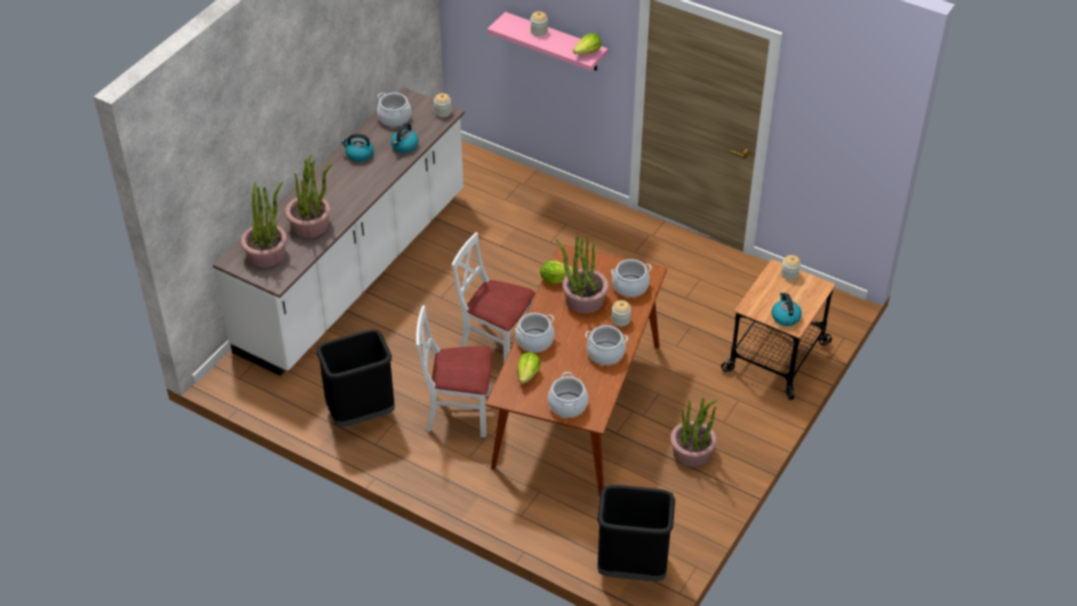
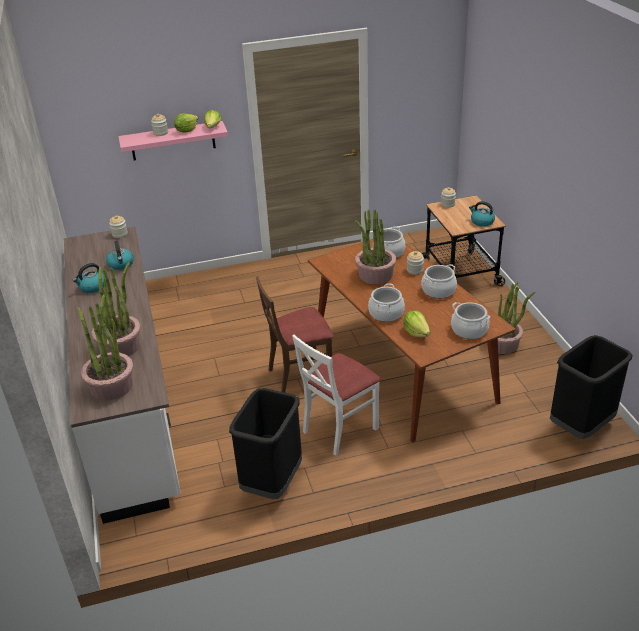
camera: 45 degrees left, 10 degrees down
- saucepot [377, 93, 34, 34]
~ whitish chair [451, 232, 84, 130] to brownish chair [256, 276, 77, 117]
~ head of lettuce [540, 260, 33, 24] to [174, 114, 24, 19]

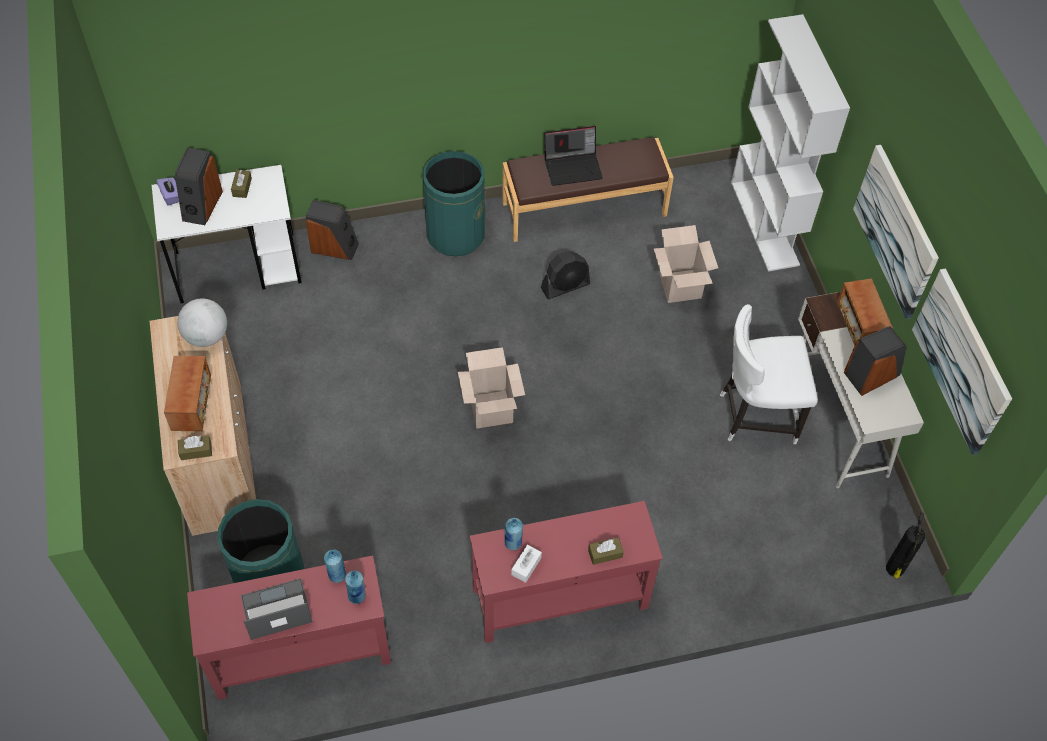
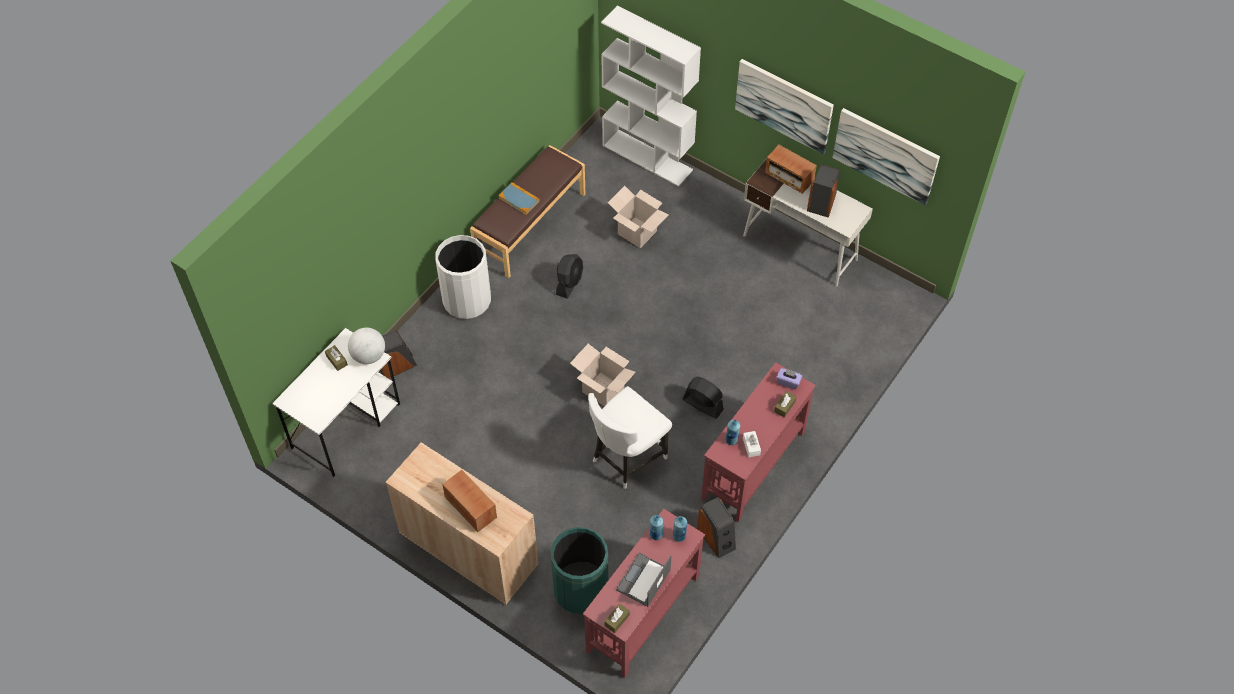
camera: 40 degrees left, 0 degrees up
~ notebook computer [544, 126, 59, 60] to volume [498, 182, 42, 33]
~ audio speaker [175, 148, 48, 77] to [697, 497, 39, 61]
~ greenish trash can [423, 151, 62, 106] to whitish trash can [435, 235, 56, 84]
~ purplish box of tissues [156, 177, 23, 29] to [776, 368, 26, 21]
~ world globe [177, 298, 50, 49] to [348, 328, 37, 36]
~ whitish chair [720, 304, 98, 140] to [588, 386, 84, 103]
~ brownish box of tissues [178, 436, 34, 24] to [604, 603, 26, 30]
- fire-fighting cylinder [886, 512, 39, 67]
+ blackish fan [683, 376, 41, 43]

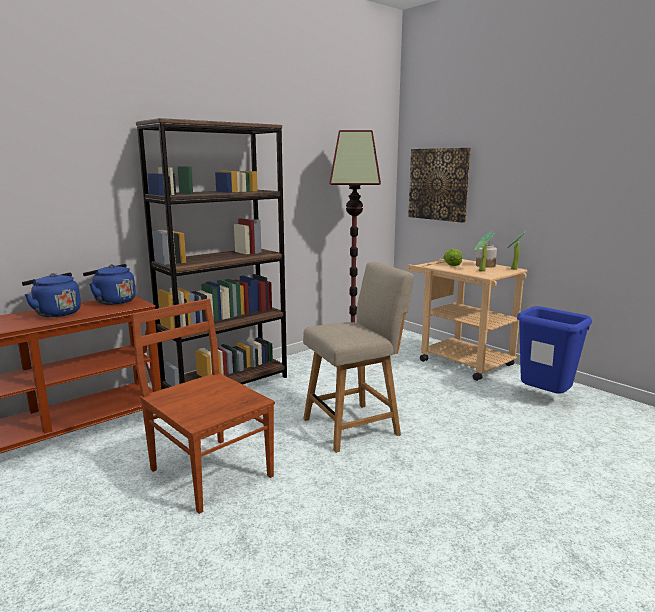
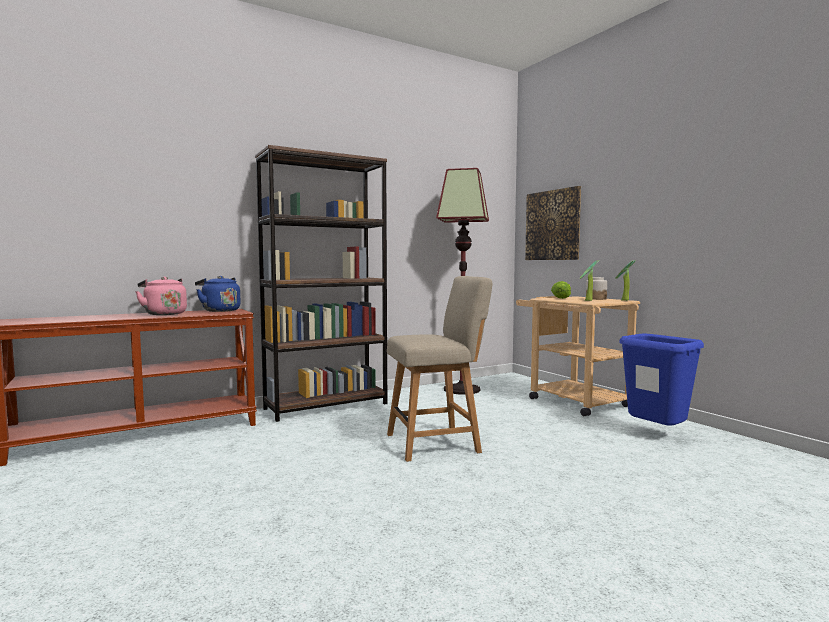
camera: 10 degrees right, 10 degrees down
~ bluish kettle [22, 272, 59, 45] to pink-coloured kettle [135, 277, 52, 38]
- brownish chair [131, 299, 144, 215]

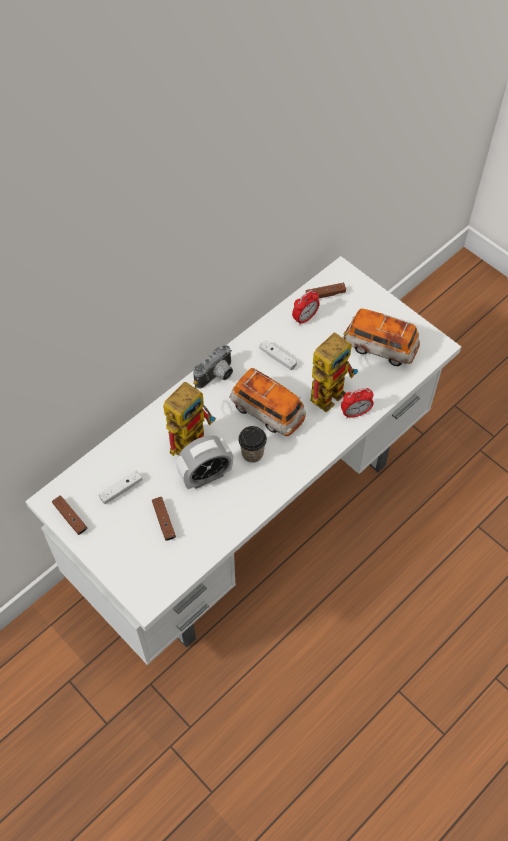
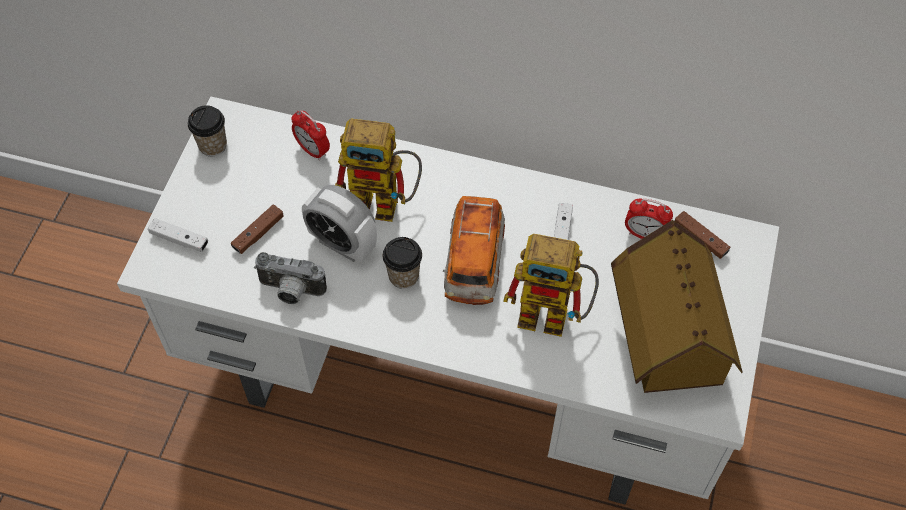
camera: 60 degrees right, 0 degrees up
~ miniature car [344, 309, 76, 57] to miniature house [611, 220, 132, 173]
~ photo camera [193, 345, 40, 44] to [254, 252, 73, 52]
~ alarm clock [341, 388, 33, 30] to [291, 110, 39, 51]
~ whitish joypad [99, 471, 43, 33] to [148, 218, 60, 34]
~ brownish joypad [52, 495, 35, 40] to drinking cup [188, 105, 39, 51]

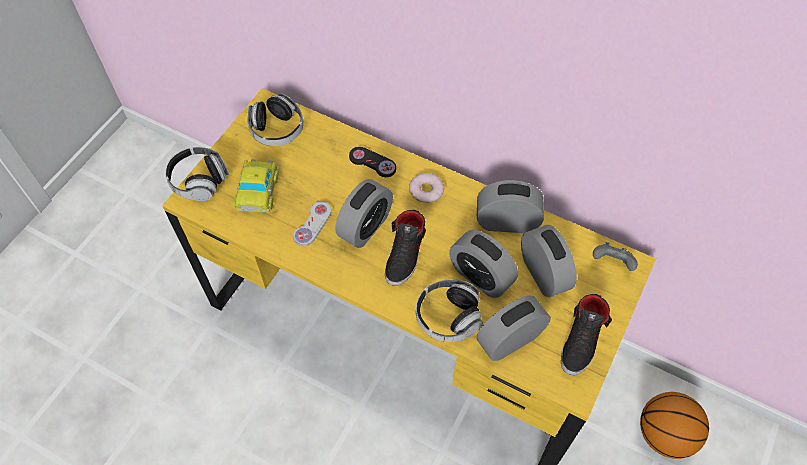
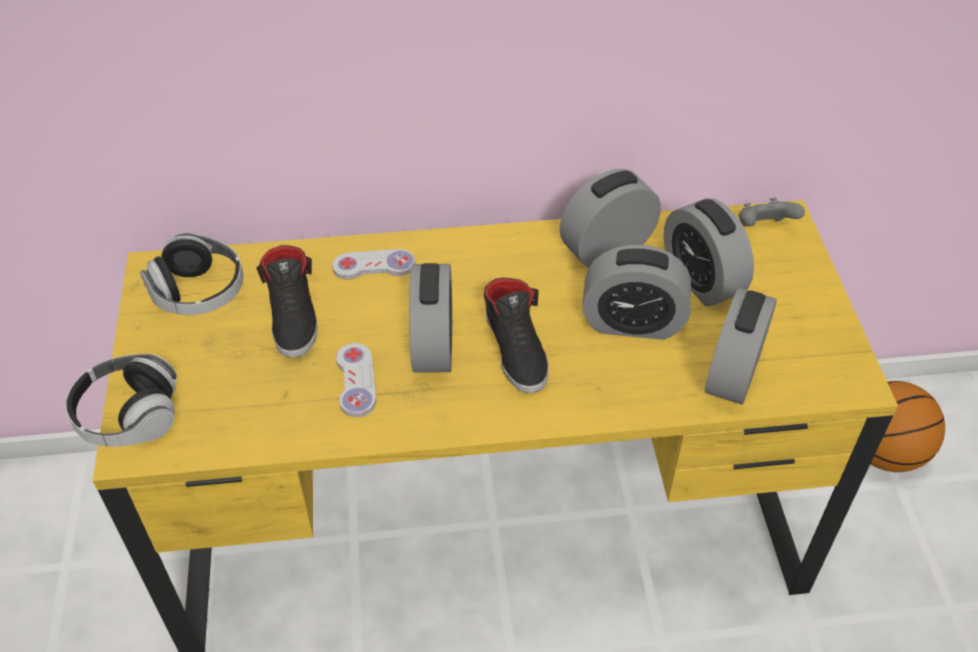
camera: 35 degrees left, 10 degrees down
~ blackish joypad [349, 147, 47, 30] to whitish joypad [332, 249, 83, 31]
- miniature car [234, 159, 45, 54]
- donut [409, 173, 36, 30]
~ alarm clock [521, 225, 56, 72] = [664, 198, 90, 108] 150 degrees counterclockwise
- pair of headphones [416, 280, 67, 62]
~ blackish low shoe [561, 294, 51, 81] to [257, 245, 61, 112]

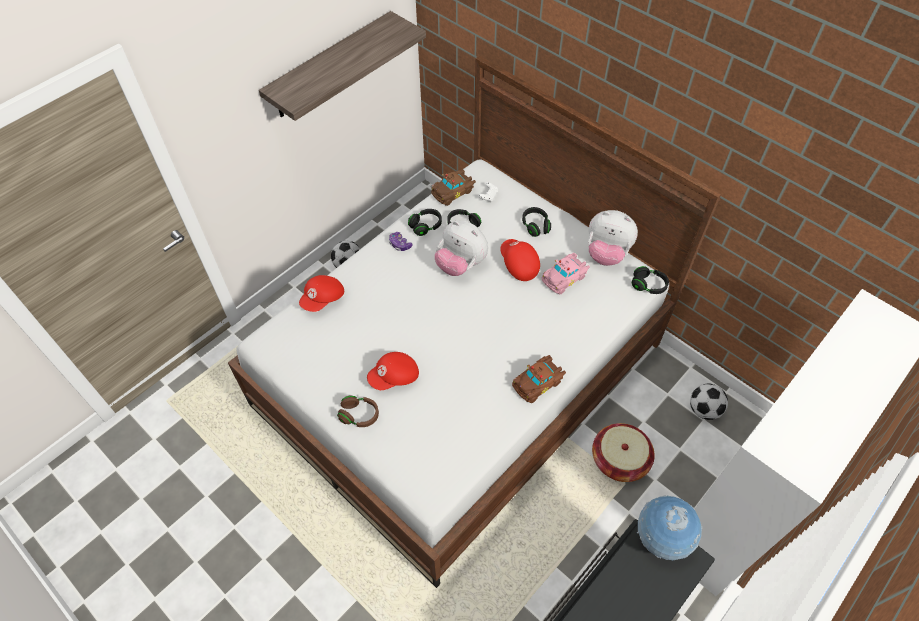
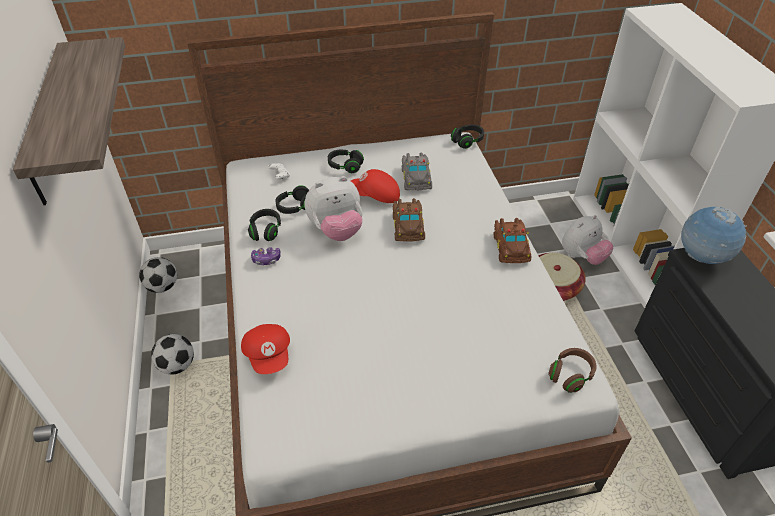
camera: 55 degrees left, 10 degrees down
~ brownish miniature car [431, 169, 45, 37] to [393, 198, 32, 44]
~ soft toy [588, 210, 50, 56] to [562, 215, 51, 50]
~ pink-coloured miniature car [542, 253, 48, 41] to grey miniature car [402, 152, 30, 39]
- reddish cap [367, 352, 52, 38]
~ football ball [690, 383, 38, 37] to [139, 257, 38, 36]
~ brownish pair of headphones [337, 396, 42, 31] to [548, 348, 48, 45]

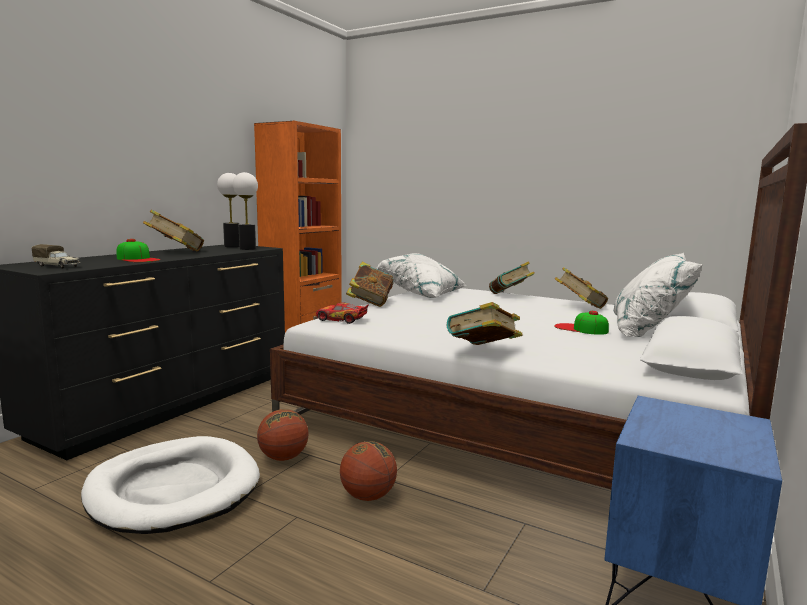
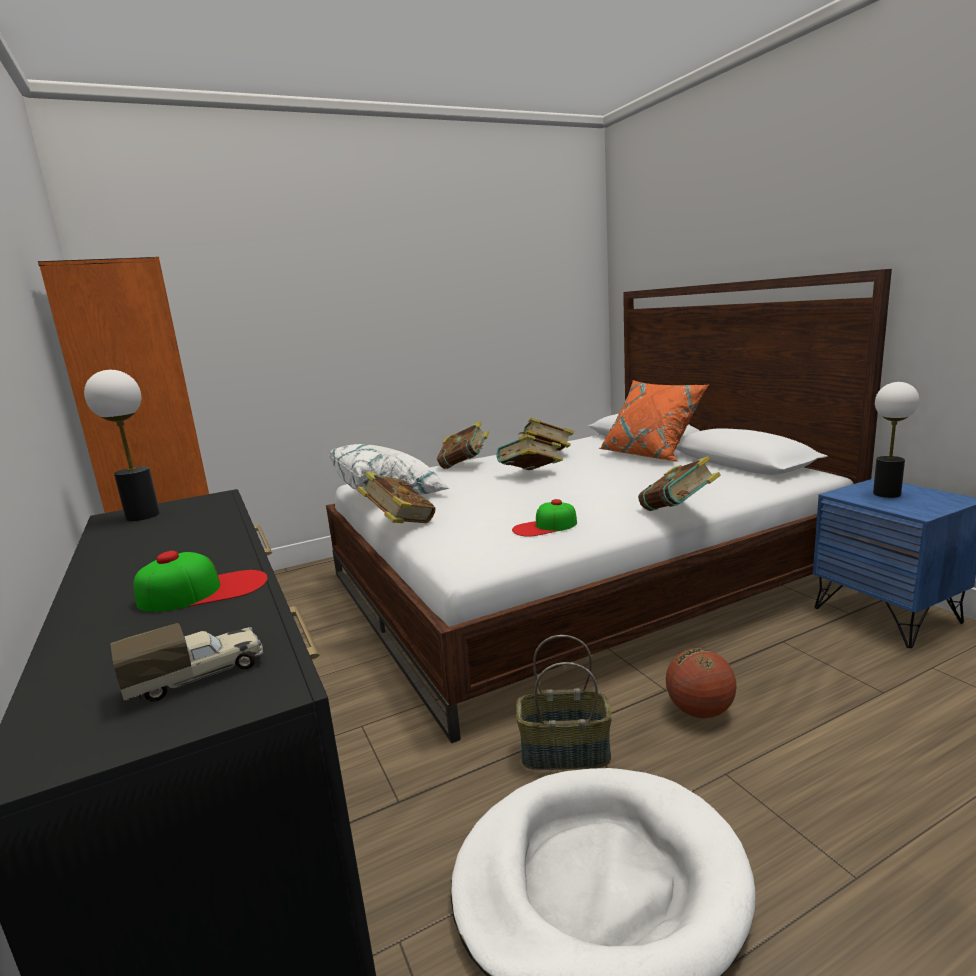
camera: 55 degrees left, 5 degrees up
~ tabletop lamp [233, 172, 25, 78] to [873, 382, 46, 116]
~ volume [143, 209, 61, 42] to [496, 434, 67, 36]
~ whitish pillow [613, 253, 90, 84] to orangey pillow [599, 380, 110, 82]
- miniature car [316, 303, 53, 21]
~ cap [554, 311, 55, 24] to [512, 499, 65, 38]
~ basketball [257, 409, 52, 52] to basket [516, 635, 96, 135]

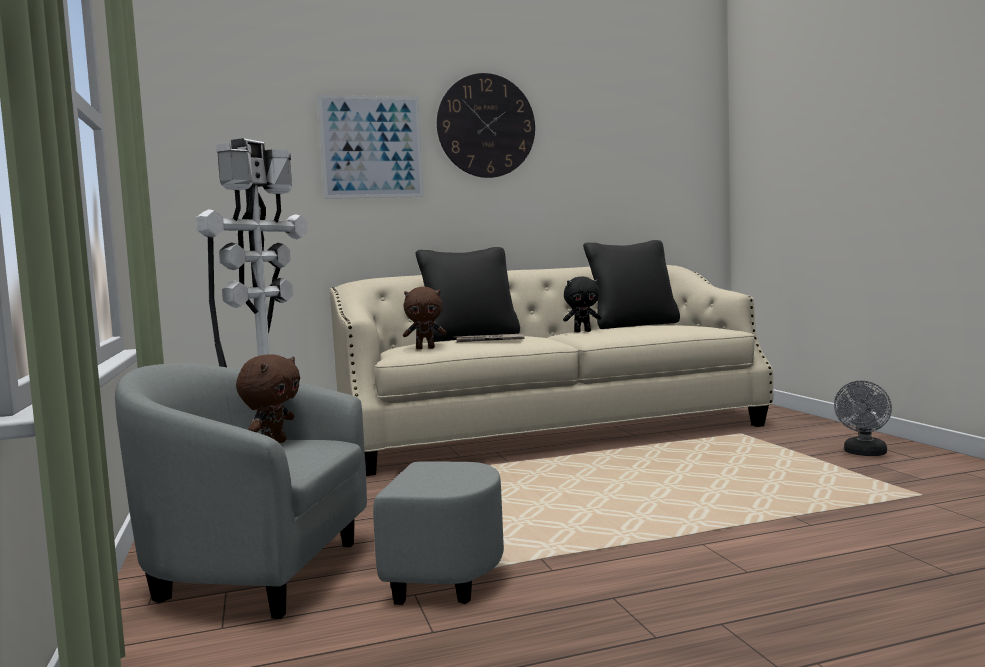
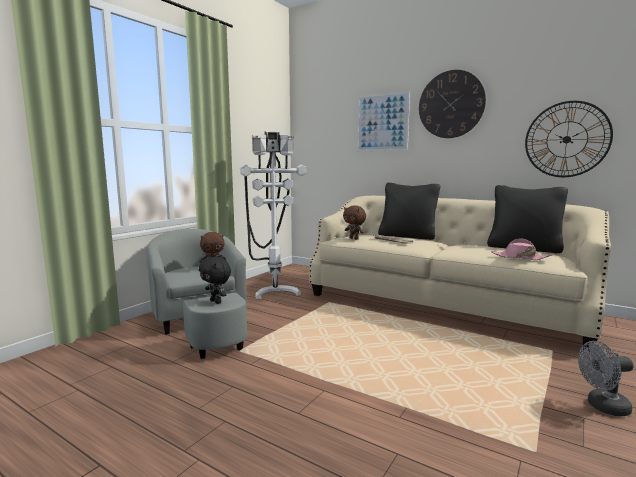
camera: 50 degrees right, 5 degrees up
~ blackish soft toy [563, 277, 39, 55] to [199, 257, 32, 47]
+ clock on the wall [525, 101, 88, 76]
+ pink-coloured clothing hat [491, 238, 61, 22]

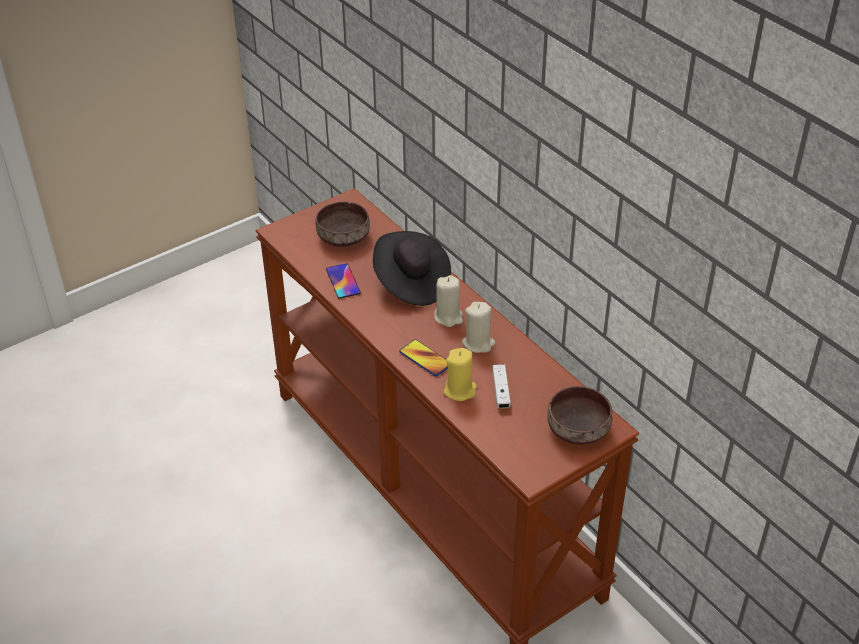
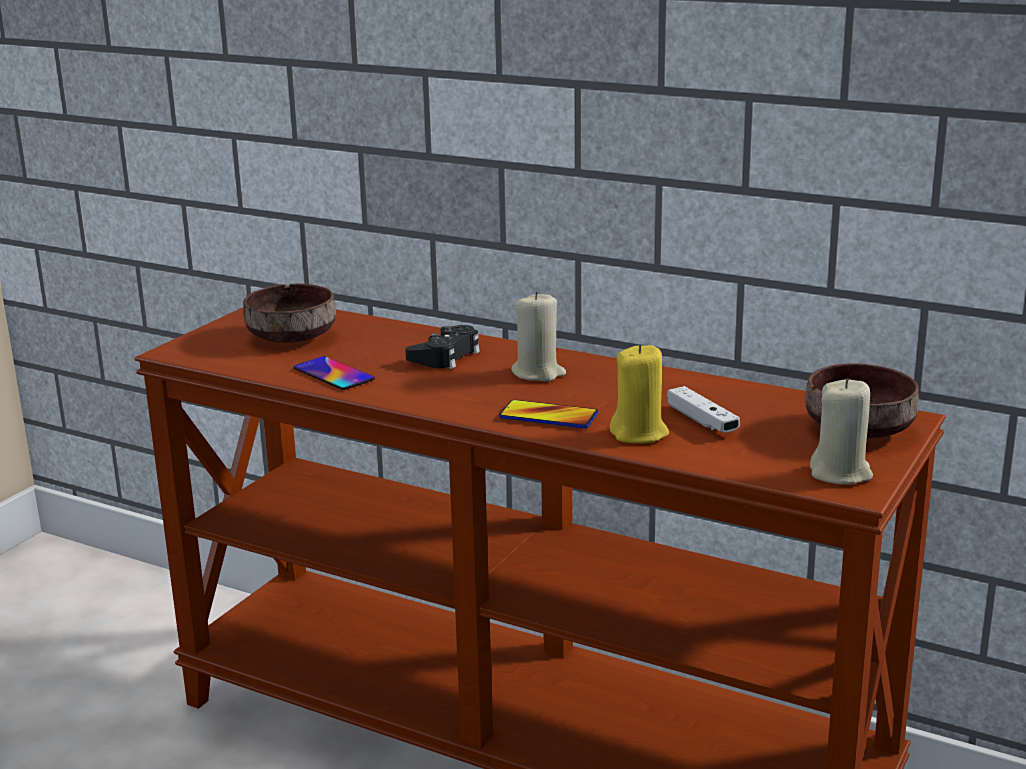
camera: 25 degrees left, 20 degrees down
~ blackish clothing hat [373, 231, 78, 75] to blackish joypad [405, 325, 75, 44]
~ beige wax candle [462, 302, 34, 51] to [810, 378, 63, 107]

